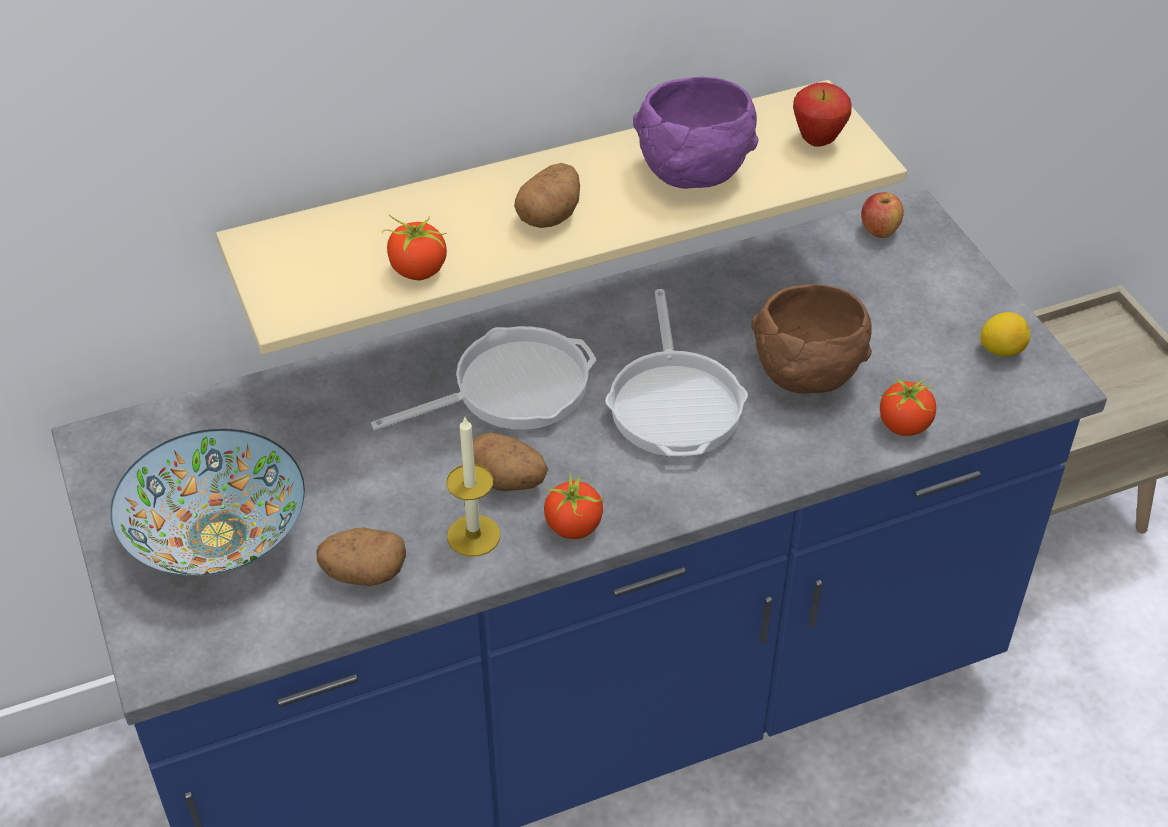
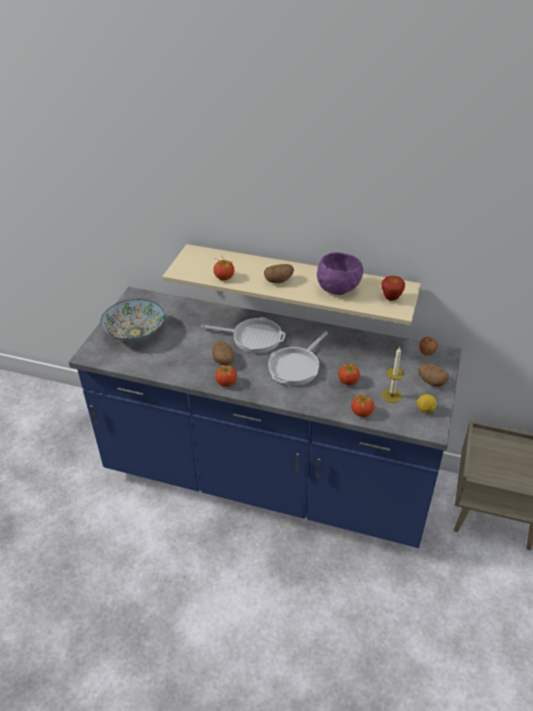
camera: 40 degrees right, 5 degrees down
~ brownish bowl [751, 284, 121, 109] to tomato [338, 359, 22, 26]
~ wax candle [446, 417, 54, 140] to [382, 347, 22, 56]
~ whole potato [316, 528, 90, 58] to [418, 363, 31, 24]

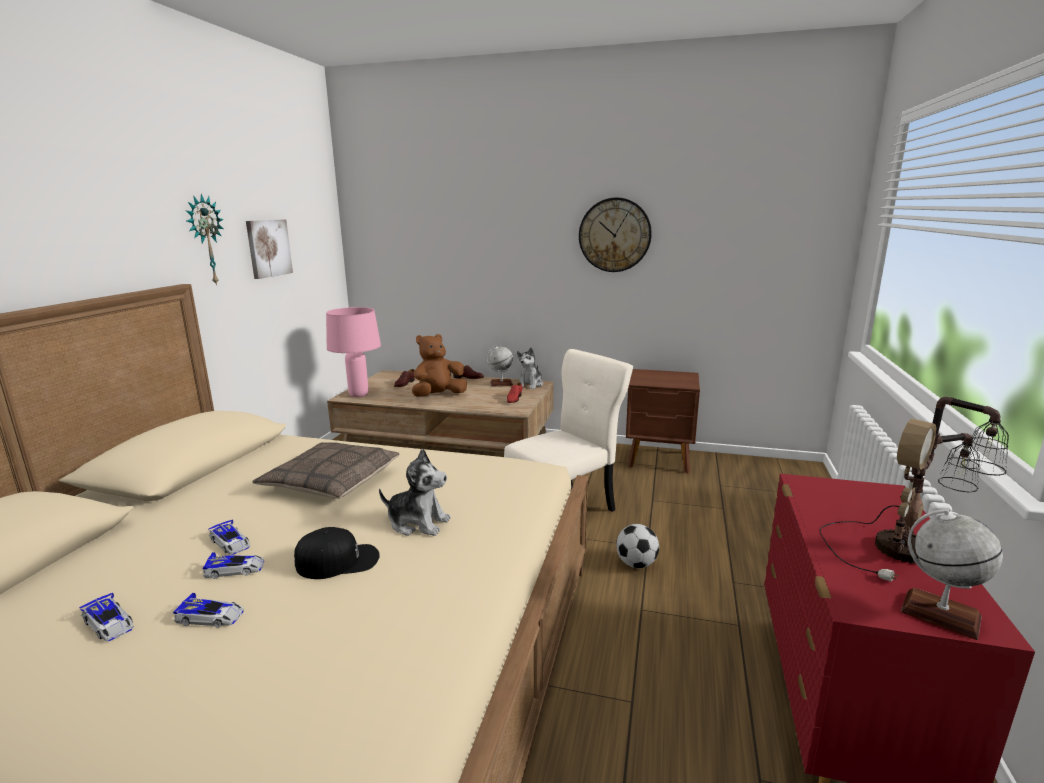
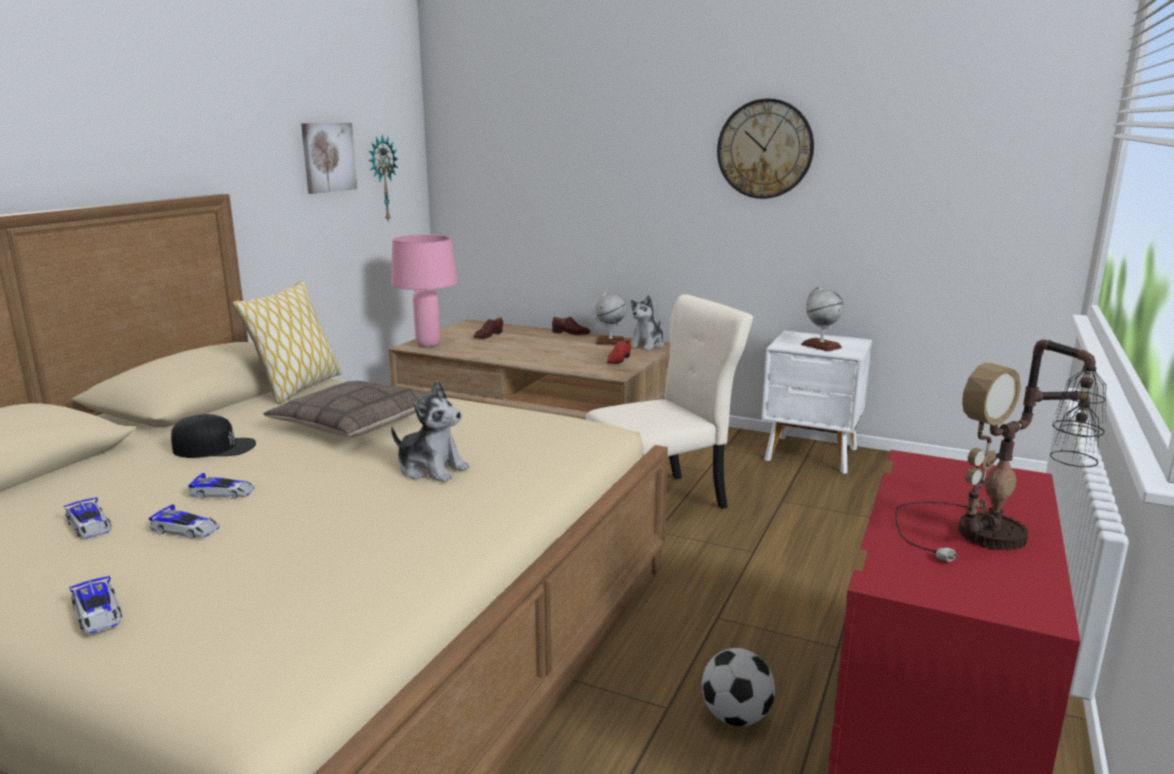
camera: 10 degrees right, 0 degrees up
~ clock on the wall [185, 194, 39, 92] to [368, 135, 31, 88]
- brownish soft toy [412, 334, 55, 63]
~ brownish bedside table [626, 369, 74, 104] to whitish bedside table [762, 331, 110, 143]
~ world globe [900, 509, 103, 131] to [801, 287, 43, 65]
~ miniature car [208, 520, 42, 35] to [69, 576, 53, 58]
~ football ball [616, 524, 43, 44] to [702, 648, 73, 79]
~ blackish cap [294, 527, 86, 52] to [171, 414, 85, 44]
+ pillow [232, 281, 110, 123]

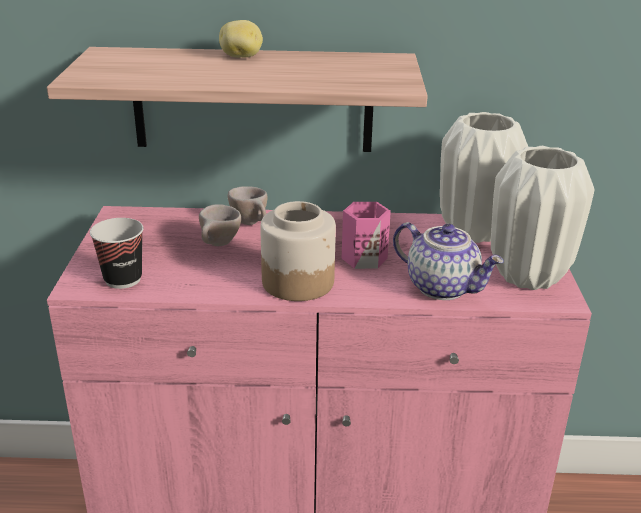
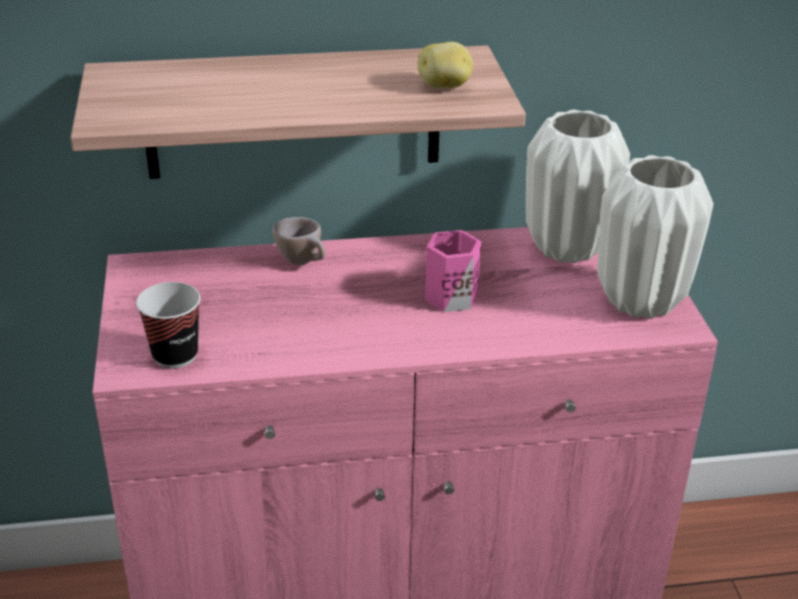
camera: 10 degrees left, 5 degrees up
~ whole potato [219, 20, 44, 37] to [418, 42, 55, 46]
- jar [260, 201, 76, 100]
- beige drinking cup [199, 204, 42, 42]
- pot for tea [393, 222, 111, 78]

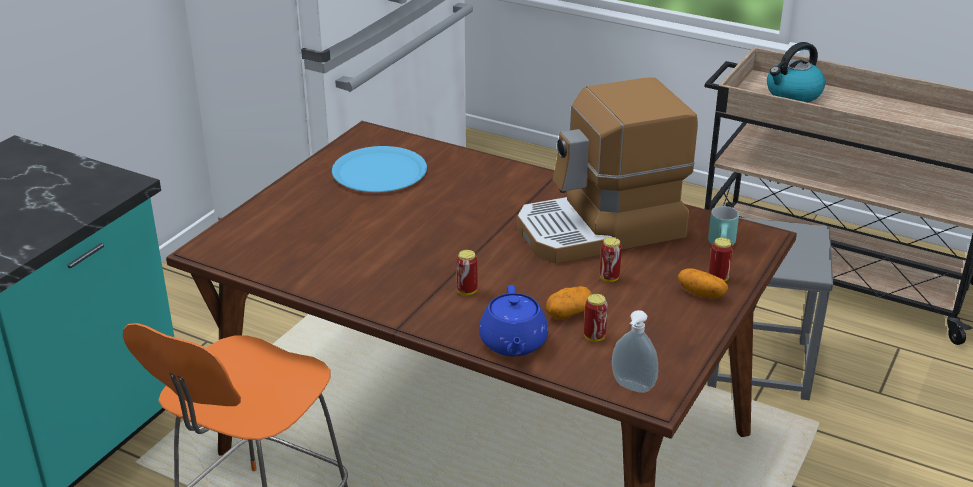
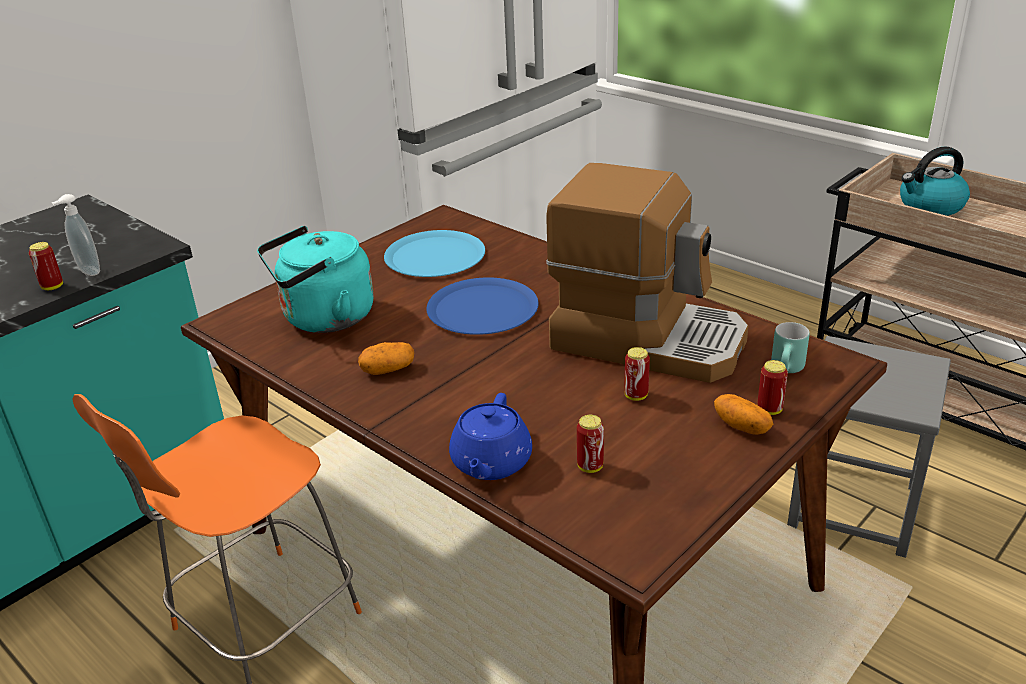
camera: 15 degrees right, 0 degrees up
~ coffee maker [517, 77, 181, 187] = [546, 163, 203, 220] 150 degrees counterclockwise
~ can [456, 250, 22, 45] to [29, 242, 34, 48]
~ whole potato [546, 286, 46, 33] to [358, 342, 56, 33]
~ soap bottle [612, 310, 46, 83] to [52, 194, 48, 82]
+ turquoise-coloured kettle [257, 226, 117, 107]
+ bluish flat dish [426, 277, 113, 58]

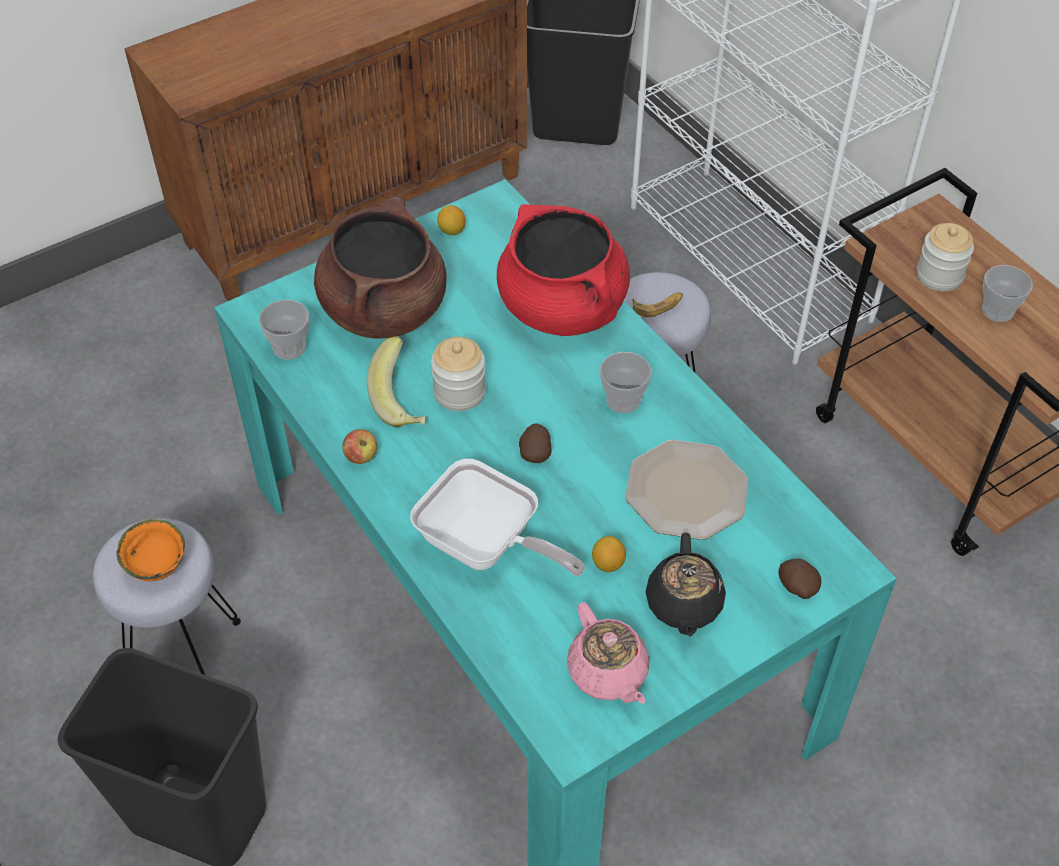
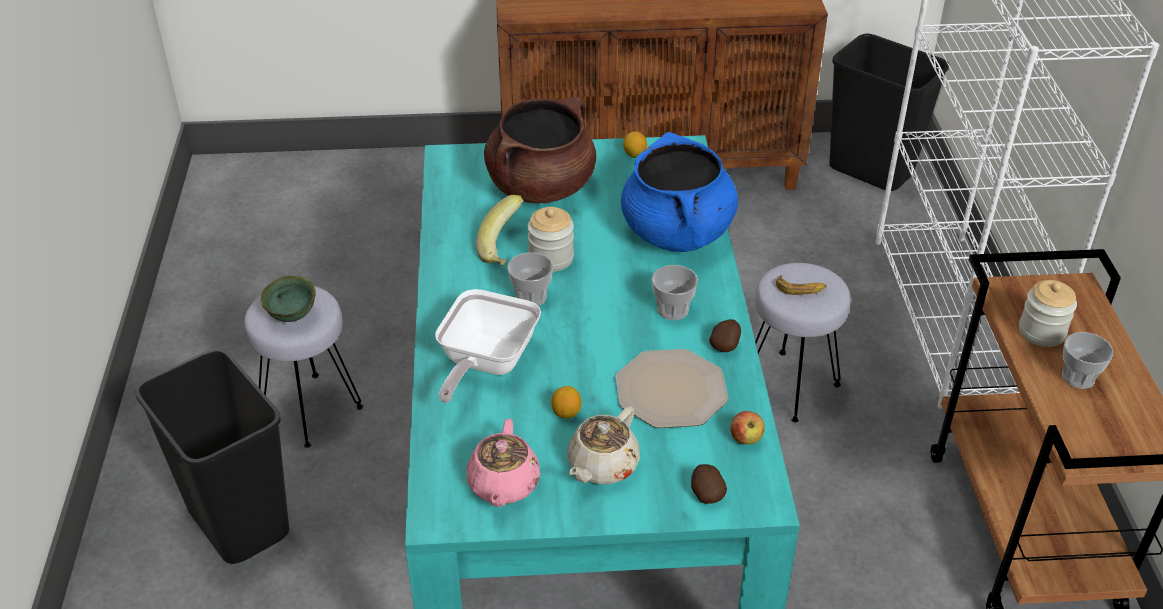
camera: 30 degrees right, 10 degrees down
~ reddish saucepot [497, 204, 133, 132] to bluish saucepot [621, 132, 117, 120]
~ drinking cup [259, 300, 50, 60] to [507, 252, 46, 54]
~ whole potato [519, 423, 33, 40] to [709, 319, 32, 33]
~ apple fruit [342, 429, 35, 35] to [730, 411, 35, 33]
~ frying pan [410, 459, 175, 117] = [435, 289, 106, 114] 45 degrees clockwise
~ orangey bowl [117, 519, 68, 62] to greenish bowl [261, 276, 55, 46]
~ blackish pot for tea [646, 532, 80, 105] to beige pot for tea [567, 406, 73, 78]

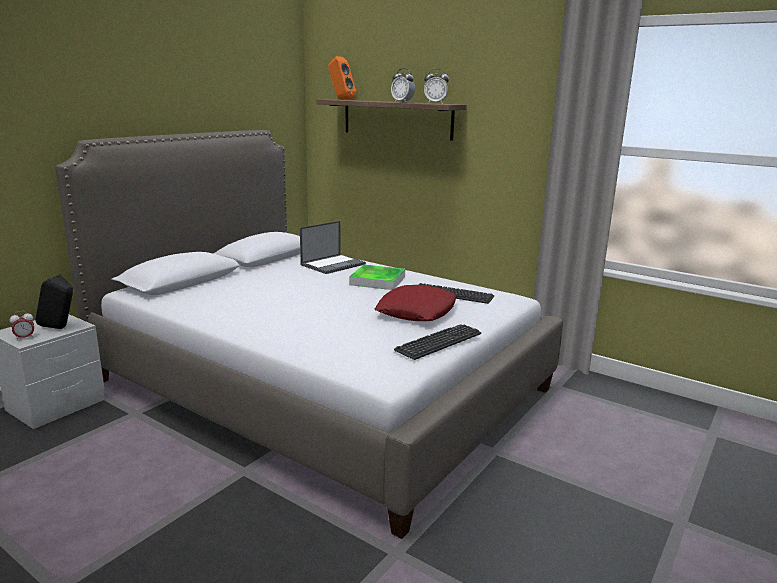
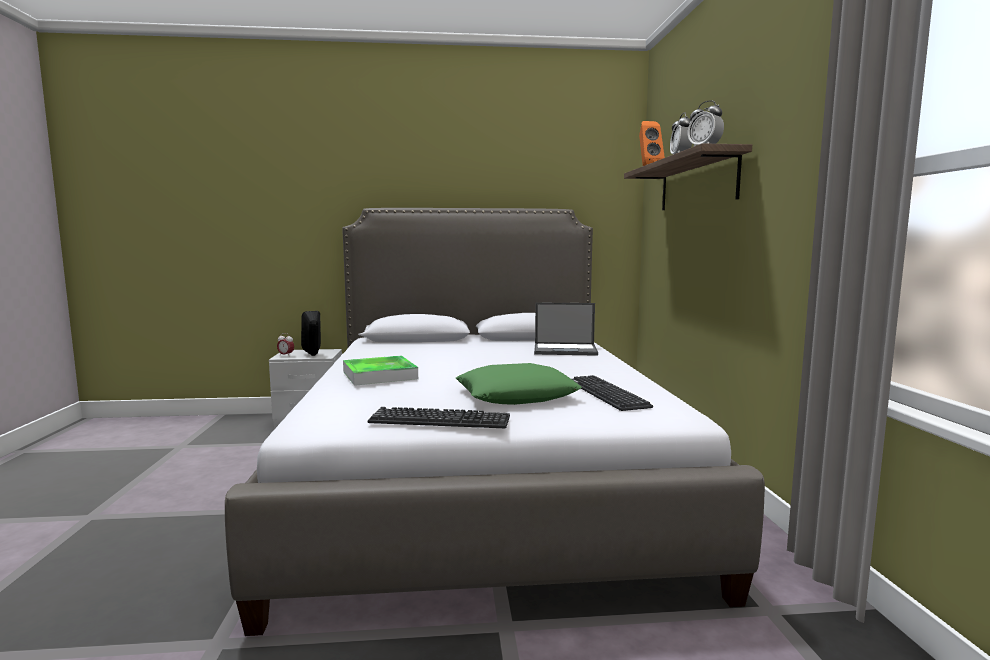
camera: 50 degrees right, 10 degrees down
~ carrying tray [349, 264, 56, 26] to [343, 355, 75, 31]
~ reddish pillow [375, 285, 82, 36] to greenish pillow [456, 363, 126, 42]

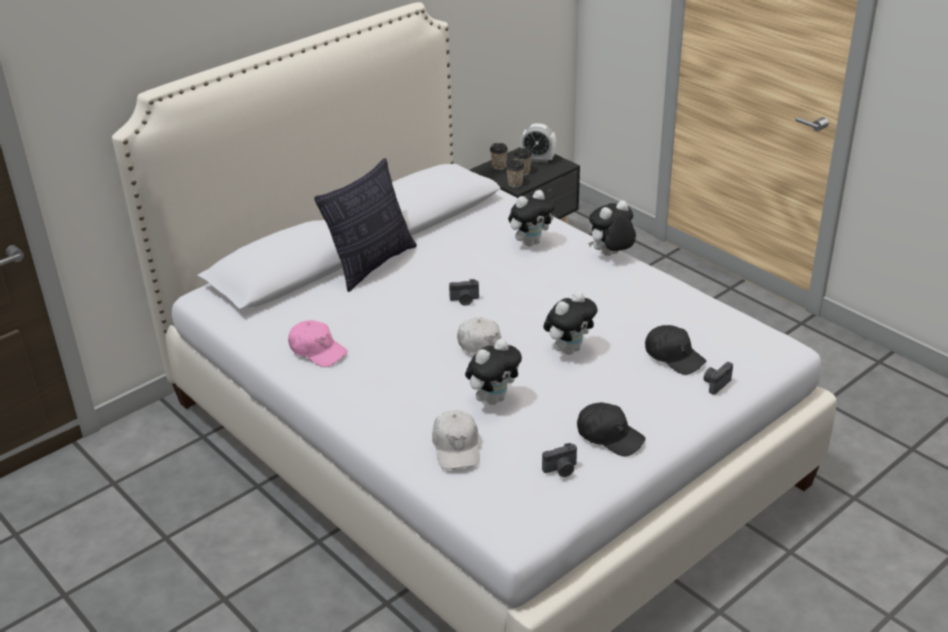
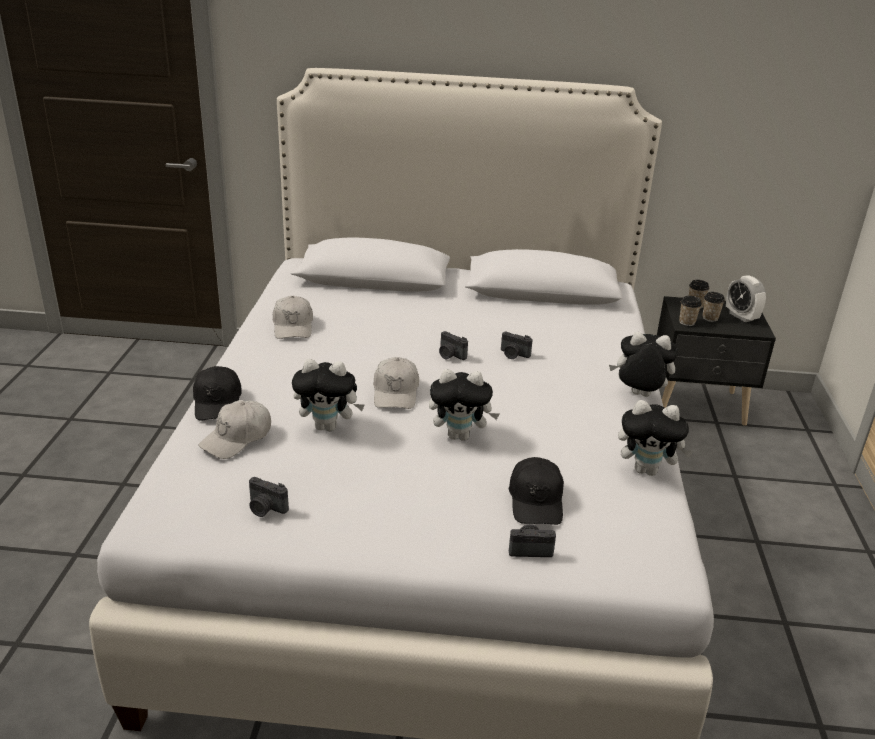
camera: 45 degrees right, 5 degrees down
- pillow [314, 158, 103, 134]
~ soft toy [508, 190, 47, 56] to [618, 400, 75, 76]
~ pink-coloured cap [288, 320, 60, 47] to whitish cap [273, 296, 40, 43]
~ blackish cap [577, 402, 68, 54] to [193, 366, 48, 54]
+ photo camera [501, 331, 32, 28]

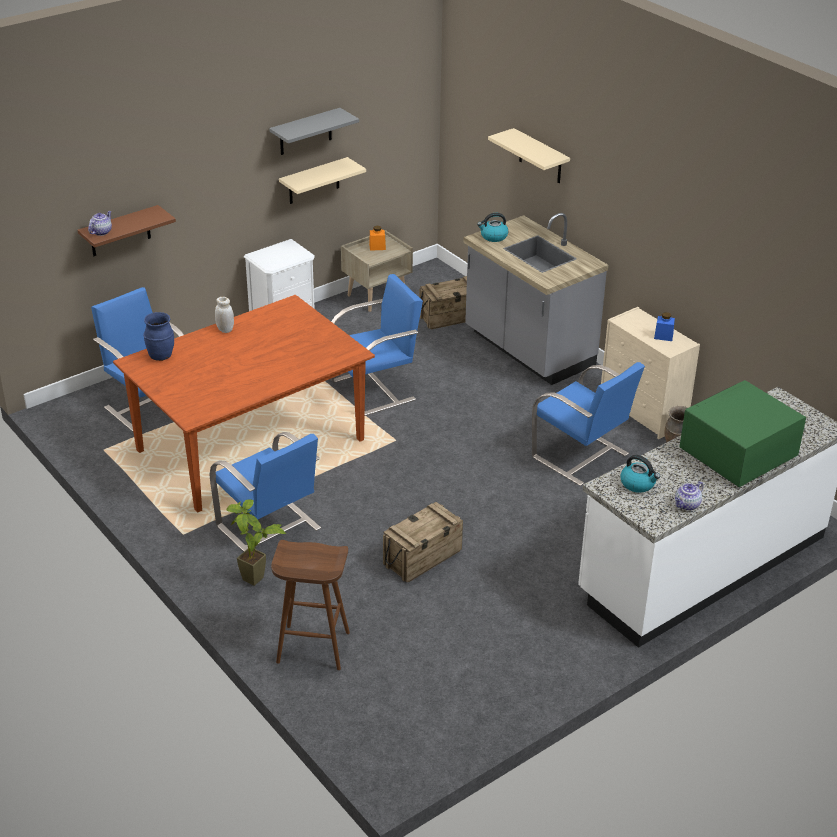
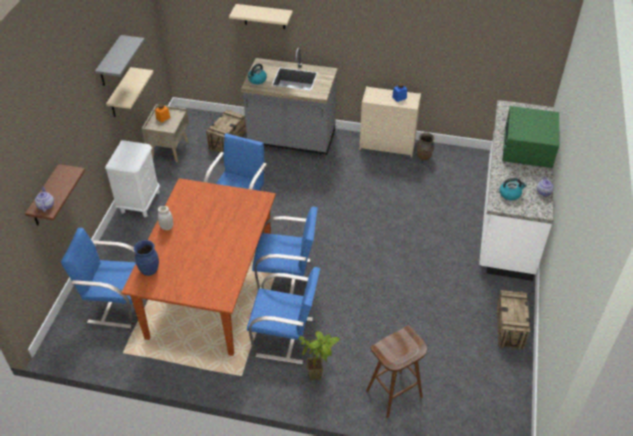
camera: 40 degrees left, 10 degrees up
~ bluish chair [532, 362, 113, 124] to [252, 207, 66, 87]
~ shipping crate [383, 502, 80, 81] to [497, 290, 33, 60]

